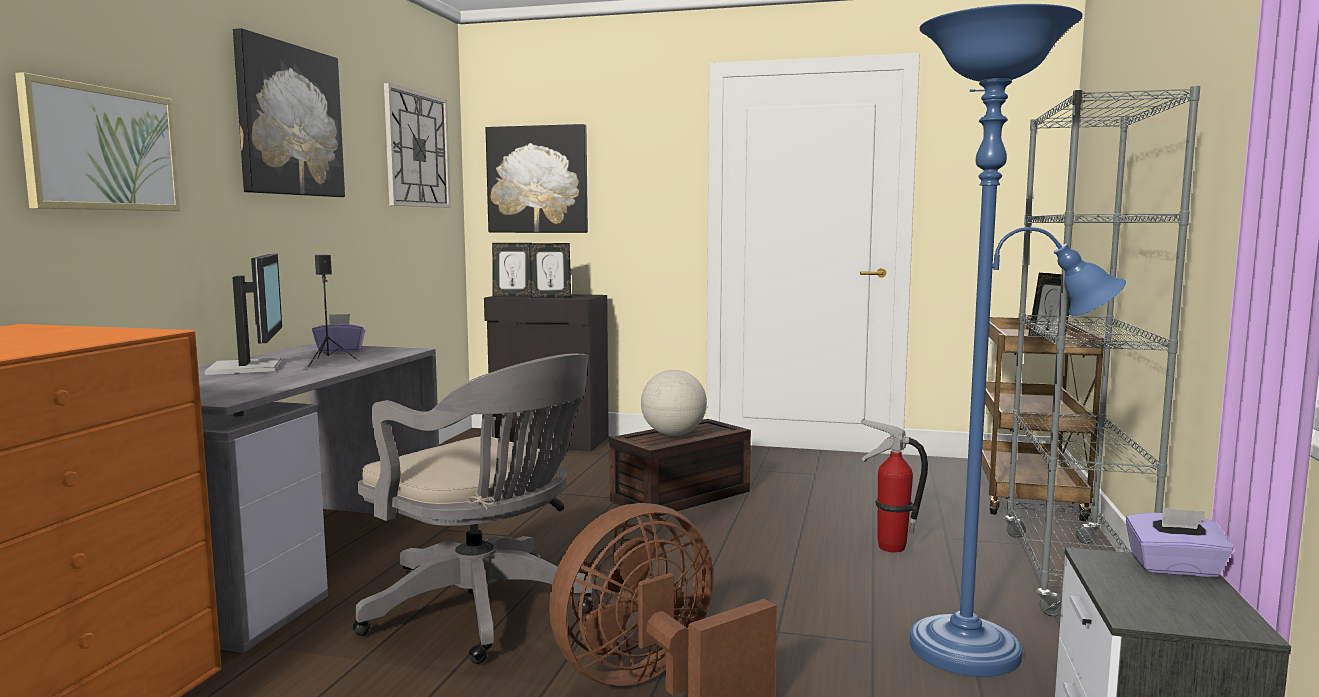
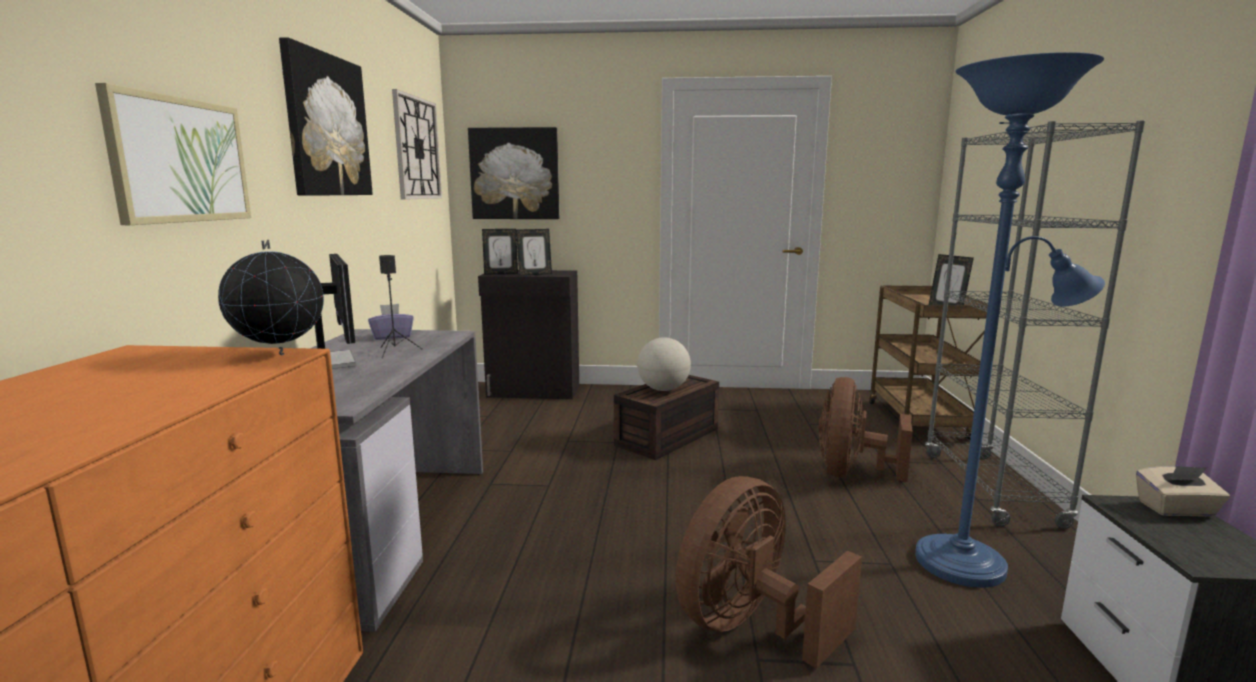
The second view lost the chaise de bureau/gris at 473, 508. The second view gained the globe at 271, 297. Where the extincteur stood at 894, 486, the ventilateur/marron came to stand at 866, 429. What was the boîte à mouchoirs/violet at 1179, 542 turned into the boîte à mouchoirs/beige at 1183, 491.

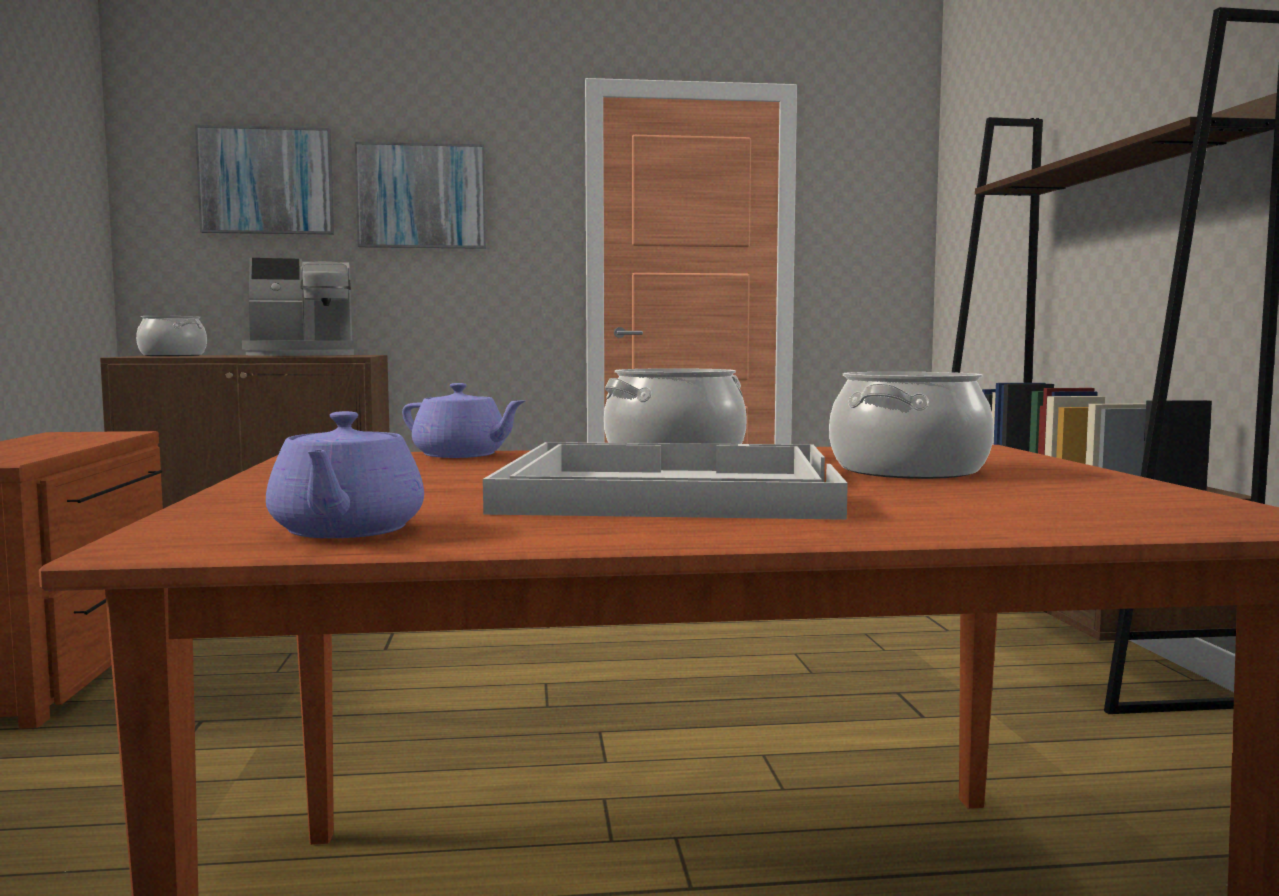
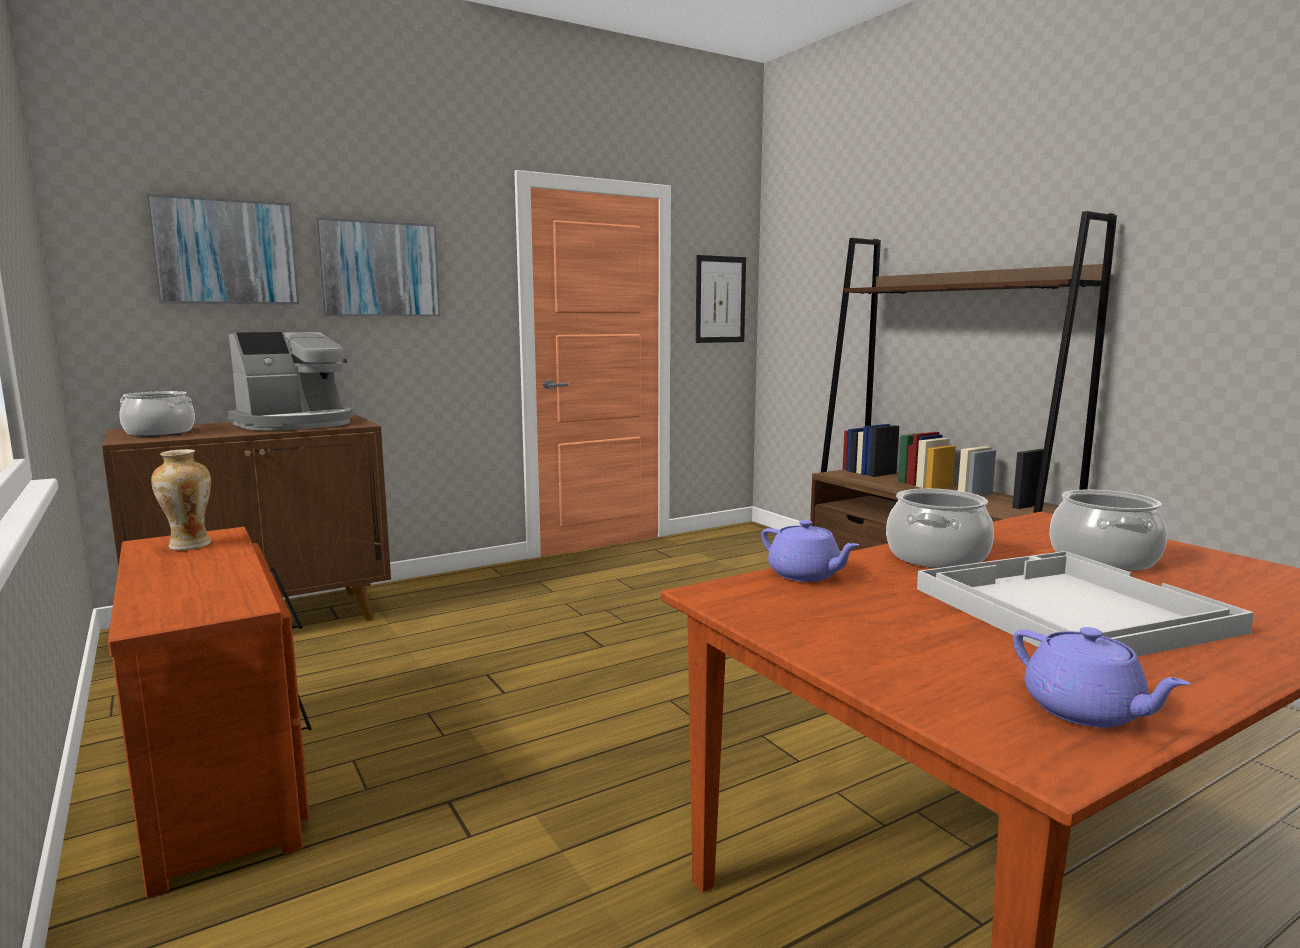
The second view gained the vase at 181, 499. The second view gained the tableau at 721, 299. The théière/violet at 463, 420 ended up facing another way, 45 degrees clockwise from before.

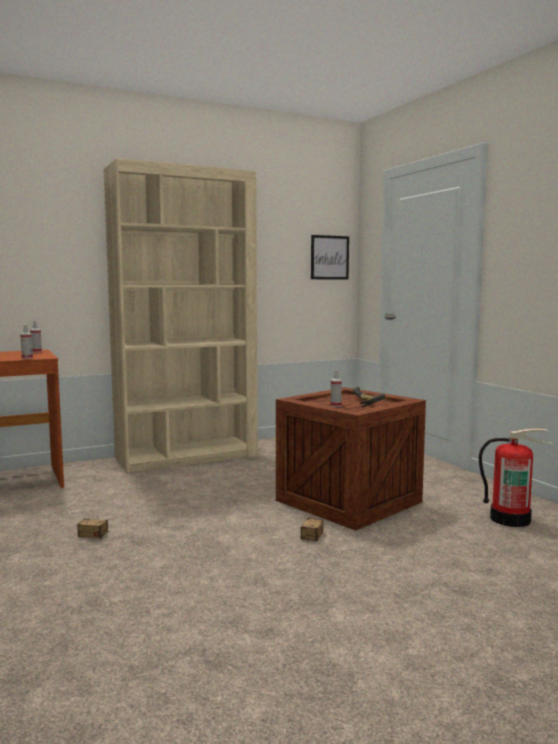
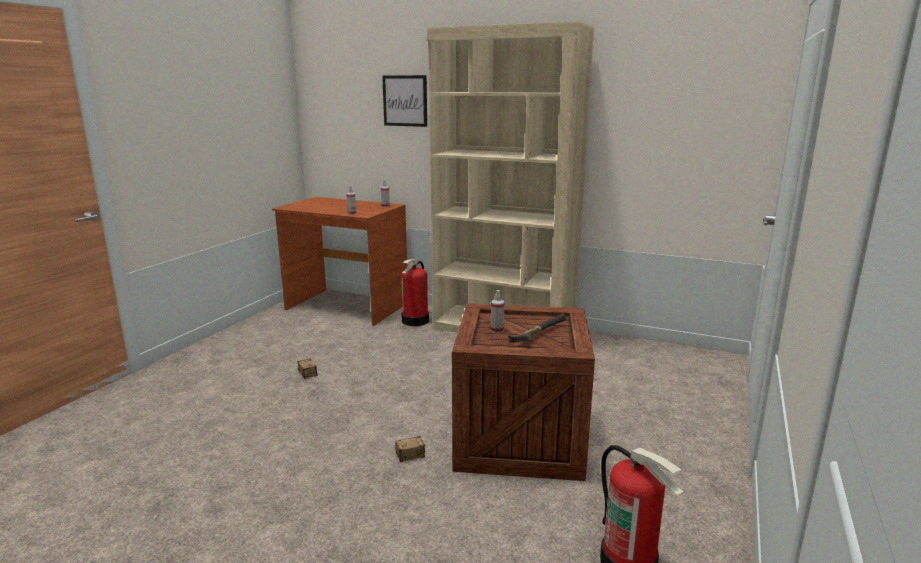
The second view gained the extincteur at 415, 292. The tableau ended up elsewhere, having gone from 330, 257 to 404, 101.

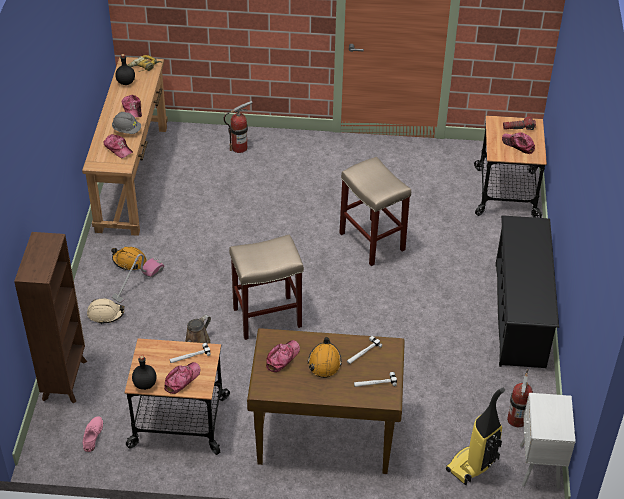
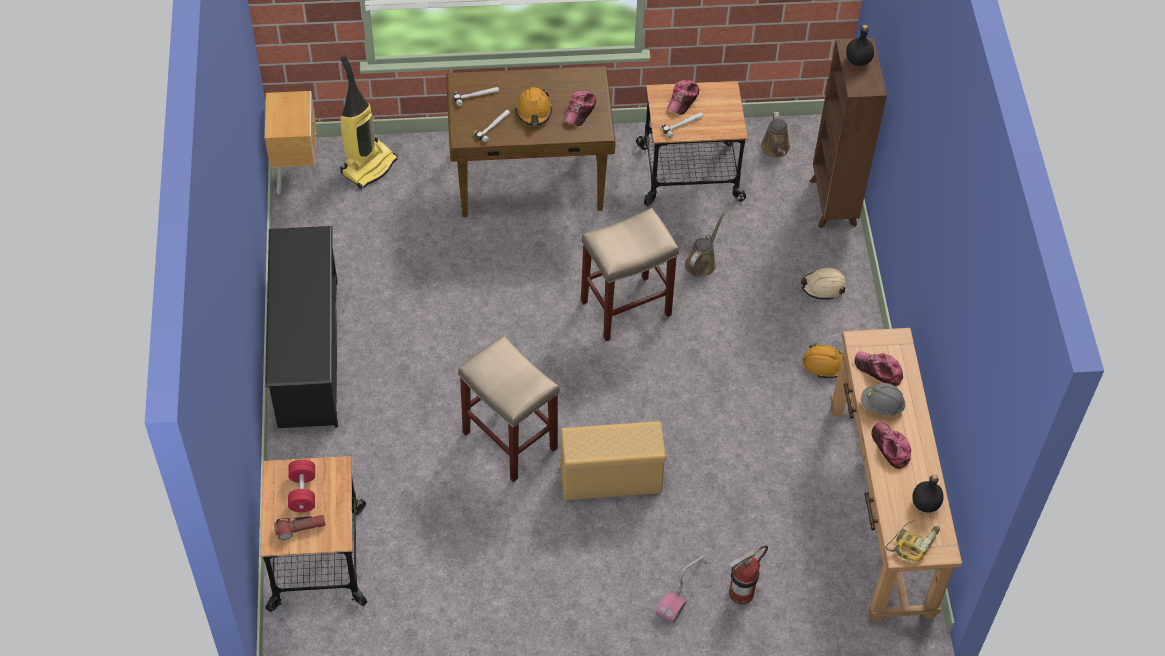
The second view lost the extincteur at 520, 398. The second view gained the boîte de rangement/beige at 613, 460. The aspirateur ended up elsewhere, having gone from 137, 278 to 685, 586. The bouteille/noir ended up elsewhere, having gone from 144, 372 to 860, 45. Where the chaussure/rose stood at 93, 434, the arrosoir/marron came to stand at 775, 135. Where the casquette stood at 518, 143, the haltère/rouge came to stand at 301, 485. What was the table de chevet/blanc at 548, 441 turned into the table de chevet/marron at 291, 143.

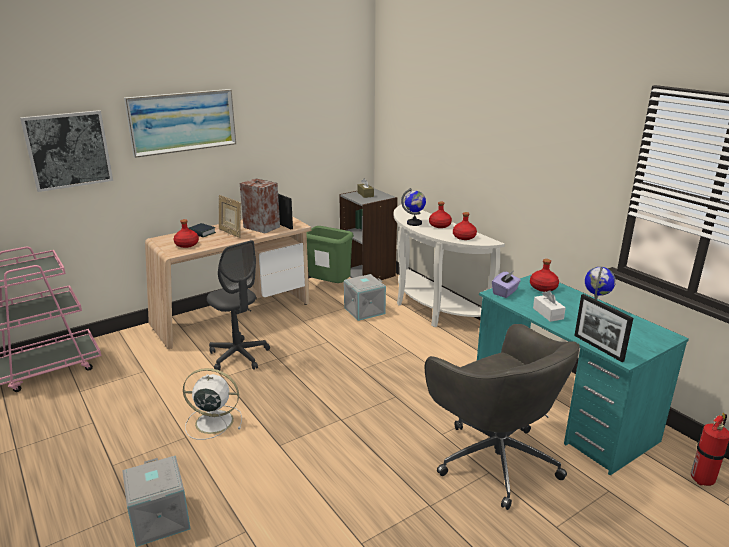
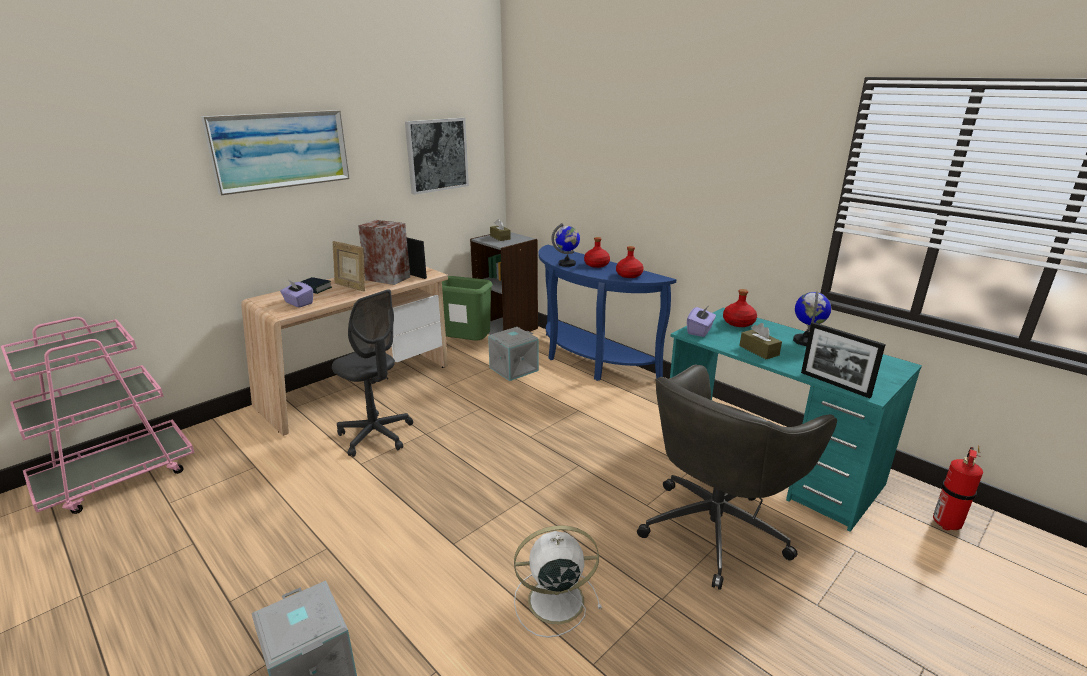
The tableau ended up elsewhere, having gone from 66, 151 to 437, 156. The ventilateur/blanc ended up elsewhere, having gone from 212, 404 to 558, 581. Where the bouteille/rouge stood at 186, 233, the boîte à mouchoirs/violet came to stand at 296, 294. What was the table console/blanc at 449, 265 turned into the table console/bleu at 607, 313. What was the boîte à mouchoirs/blanc at 549, 306 turned into the boîte à mouchoirs/marron at 760, 341. The chaise de bureau/gris at 502, 417 ended up facing another way, 90 degrees clockwise from before.

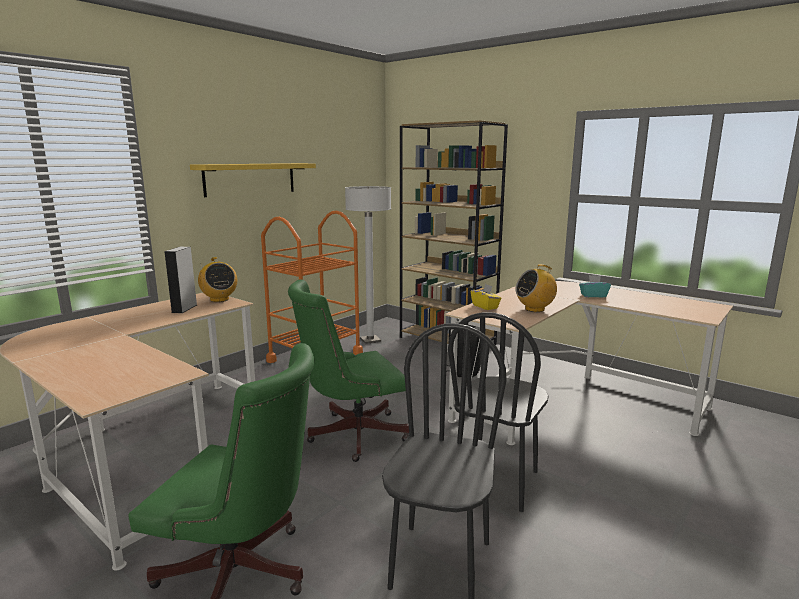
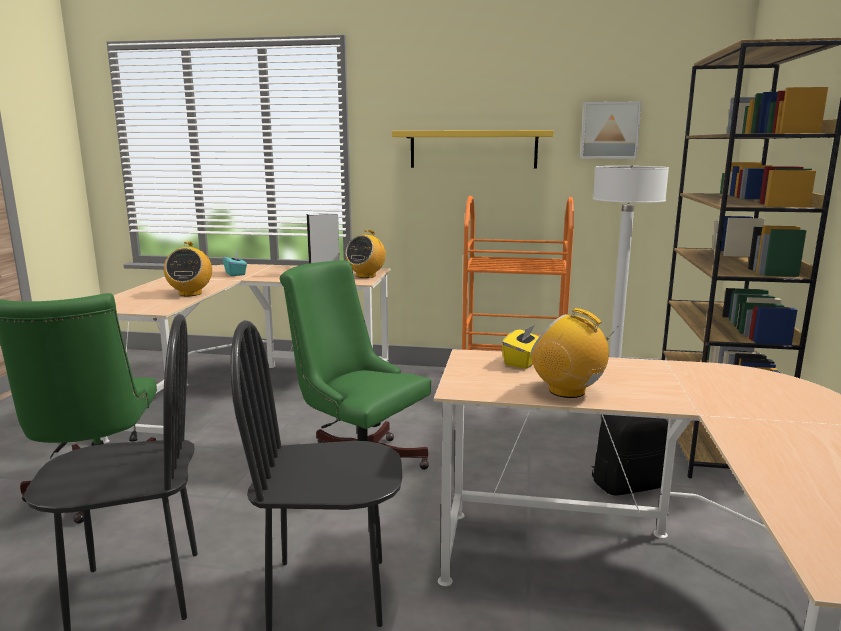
The second view gained the radio at 188, 268. The second view gained the tableau at 611, 130. The boîte à mouchoirs/turquoise ended up elsewhere, having gone from 595, 286 to 235, 263.

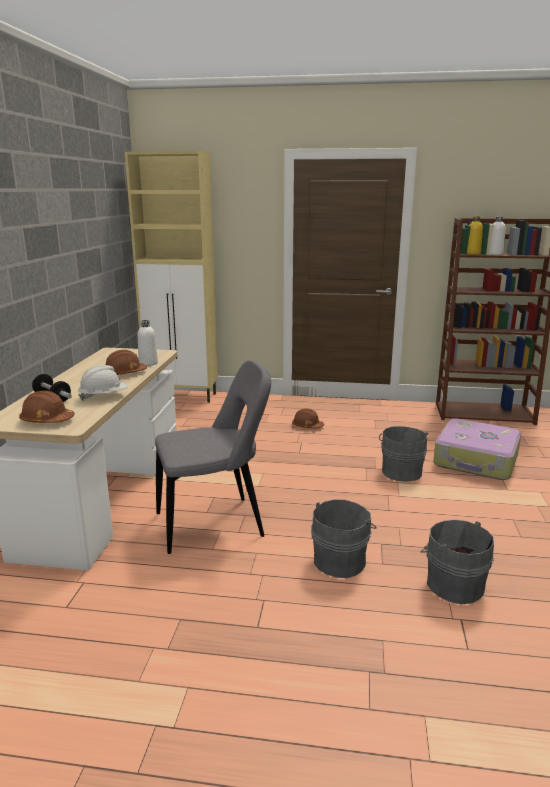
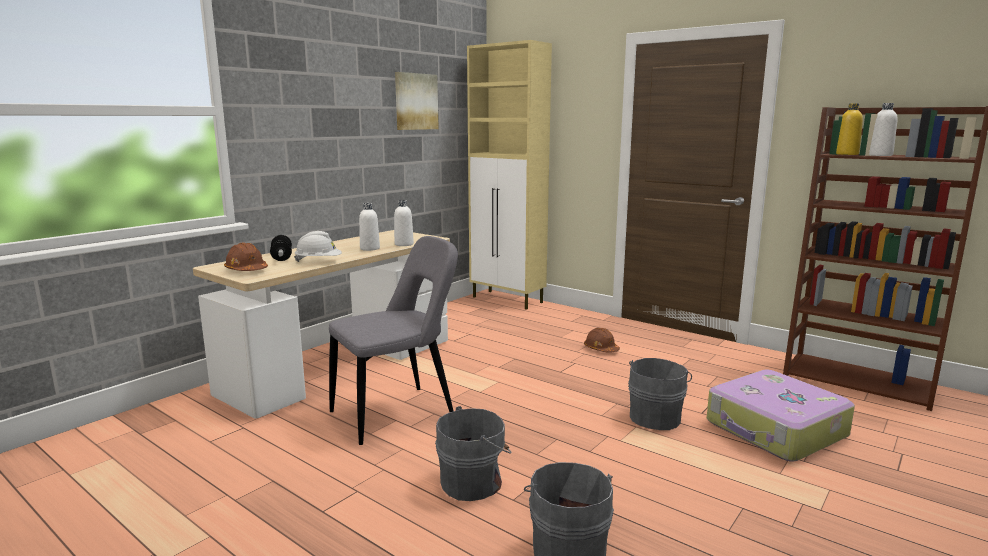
The second view gained the tableau at 417, 101. Where the casque de chantier/marron stood at 126, 362, the bouteille/blanc came to stand at 369, 227. The chaise/gris at 213, 457 ended up facing another way, 45 degrees counterclockwise from before.

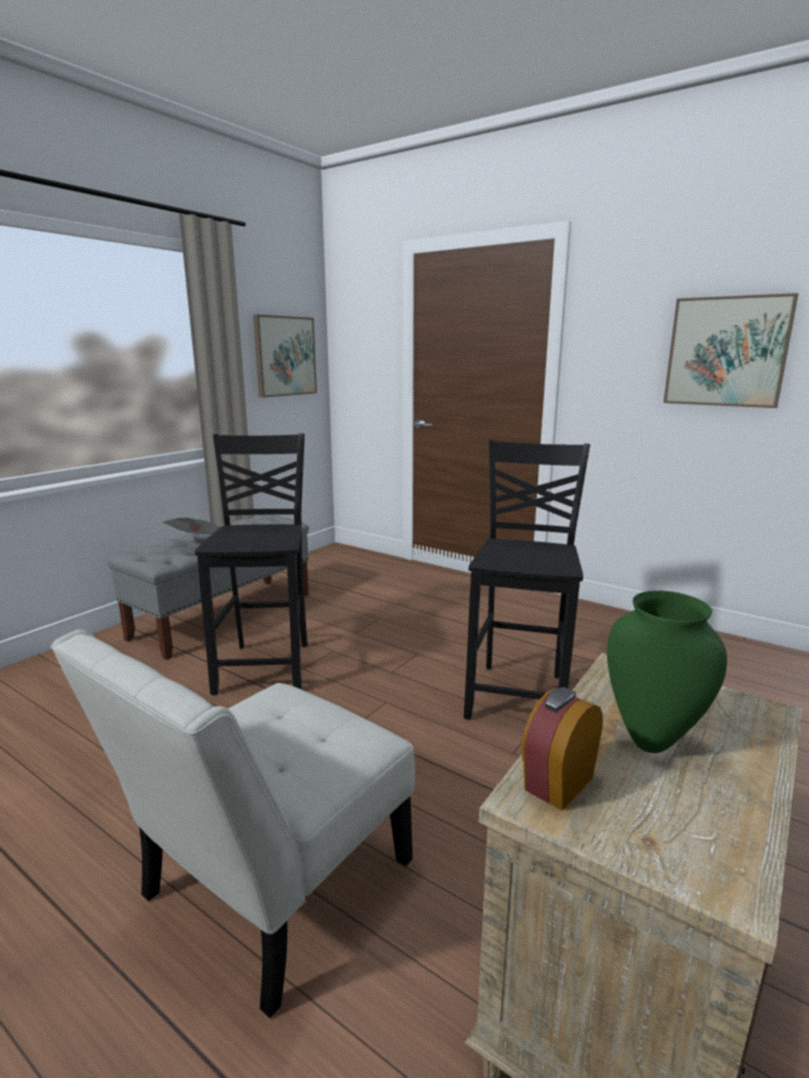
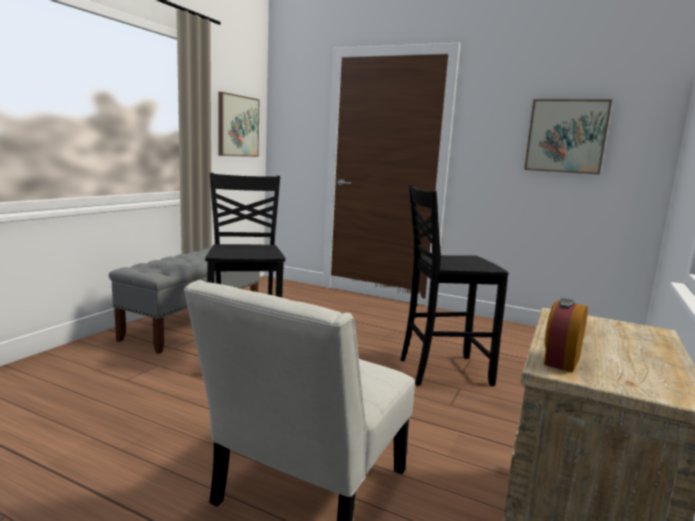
The second view lost the journal at 191, 526. The second view lost the vase/vert at 667, 672. The chaise/noir at 527, 580 ended up facing another way, 105 degrees counterclockwise from before.

